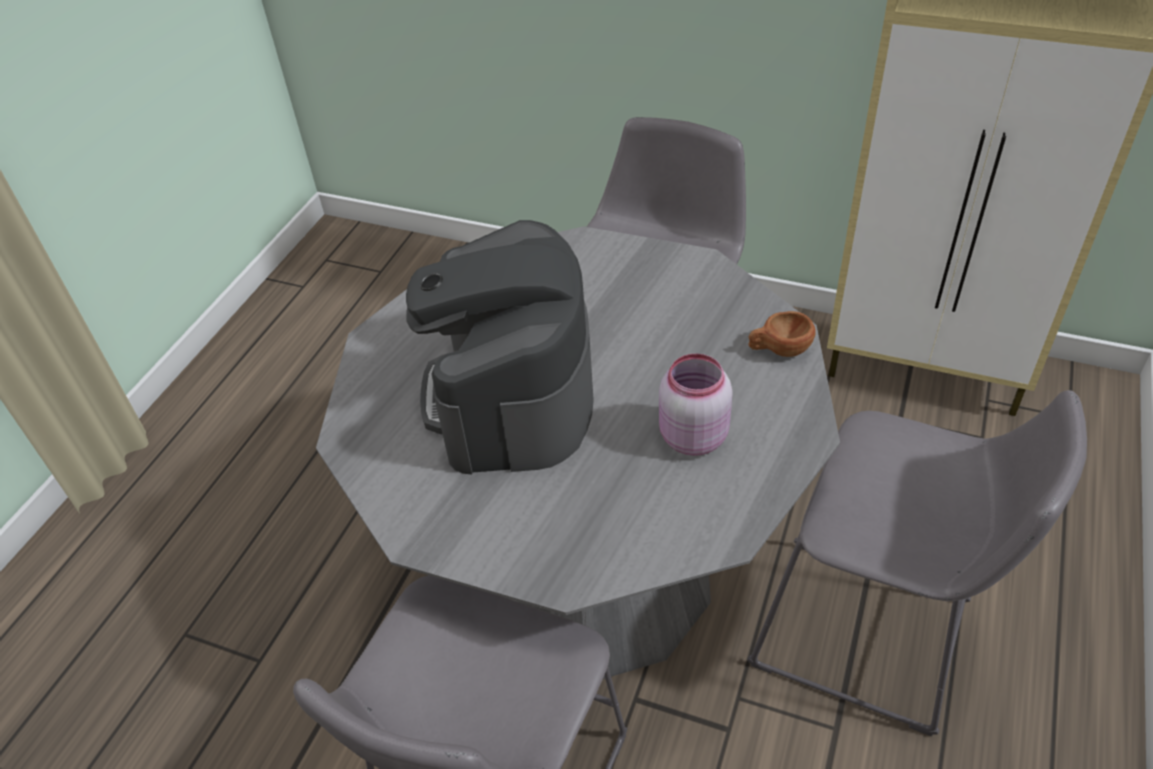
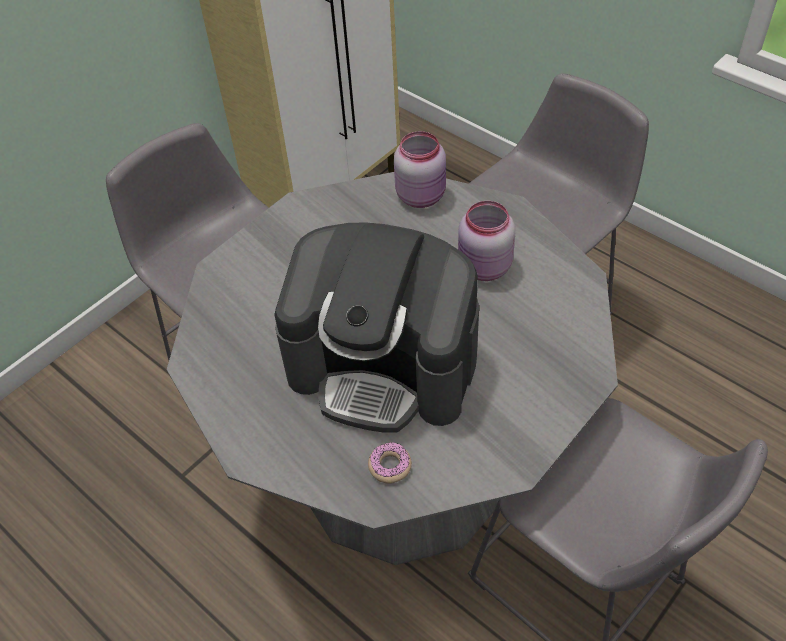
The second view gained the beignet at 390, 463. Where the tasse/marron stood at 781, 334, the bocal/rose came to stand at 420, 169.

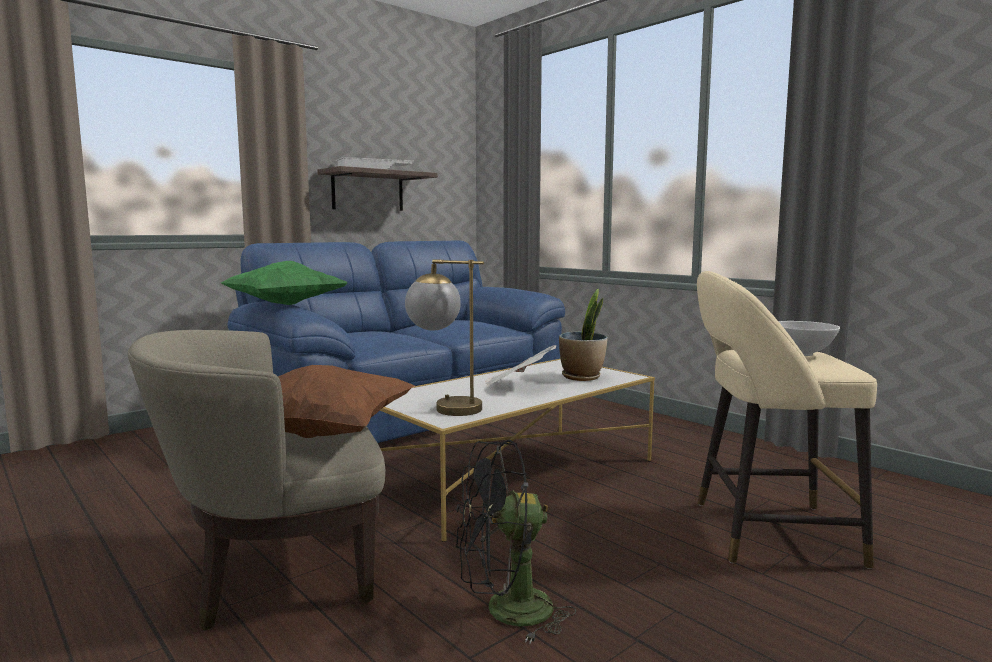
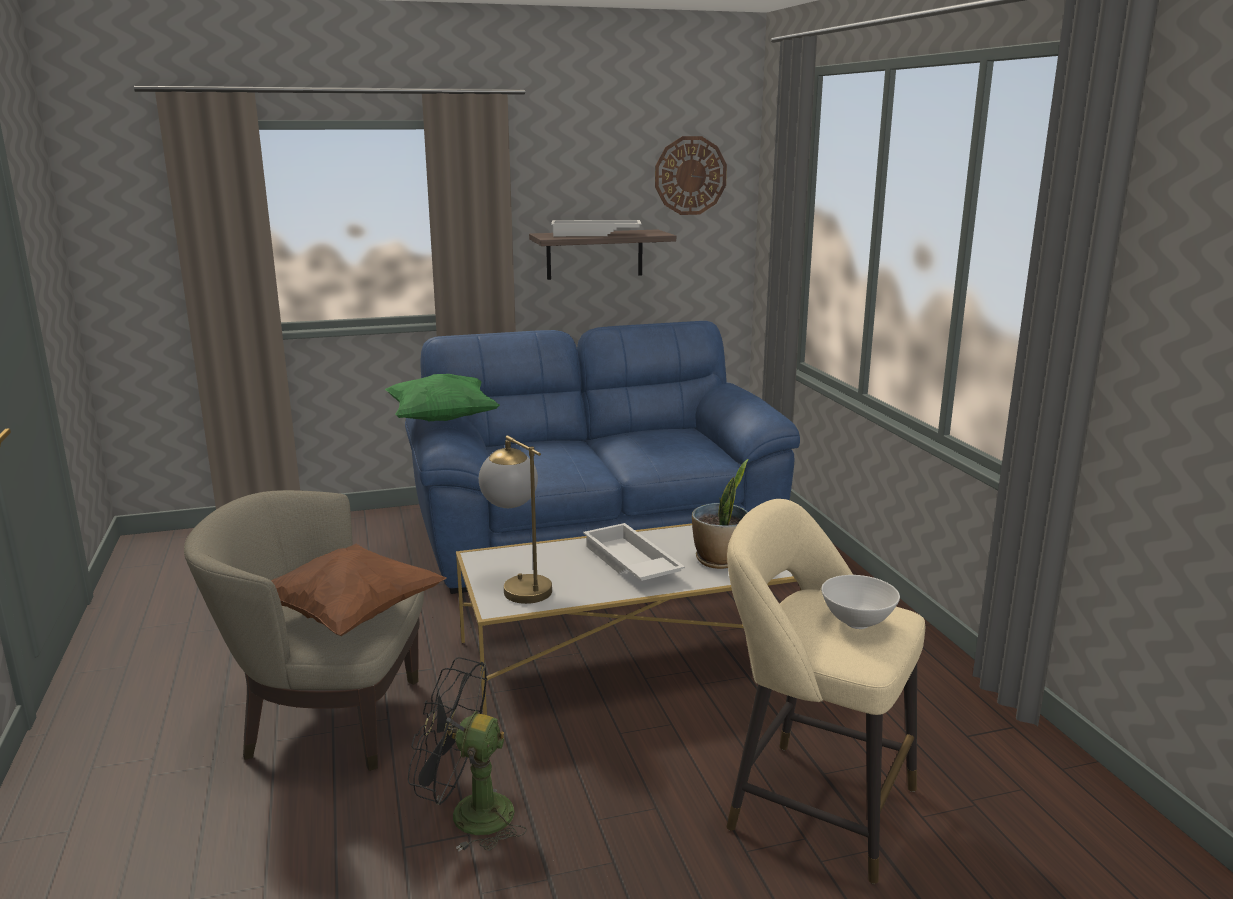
The second view gained the horloge murale at 691, 175. Where the journal stood at 520, 365, the plateau/blanc came to stand at 634, 552.

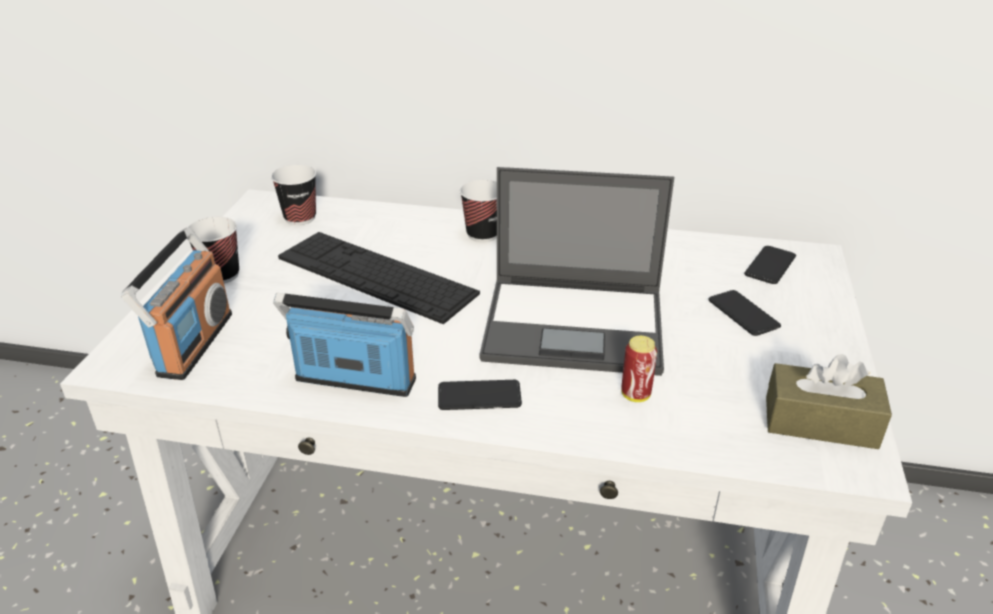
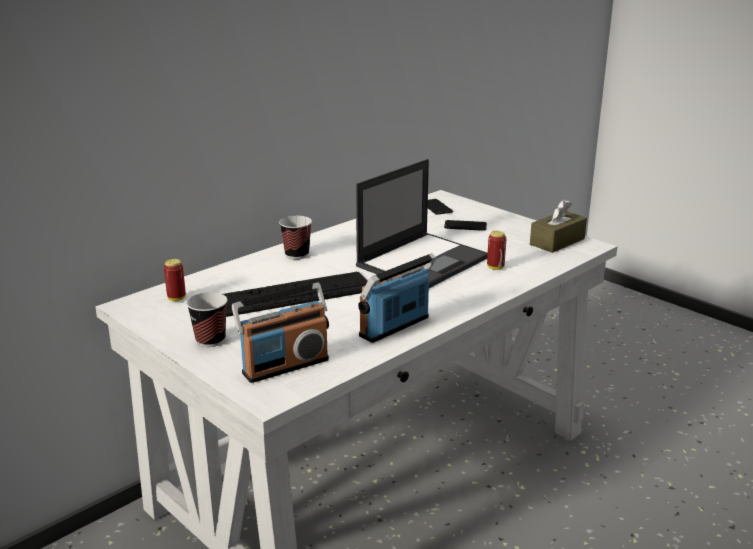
The second view lost the téléphone at 480, 395. Where the tasse stood at 293, 195, the boîte métallique came to stand at 175, 280. The radio at 176, 303 ended up facing another way, 105 degrees clockwise from before.

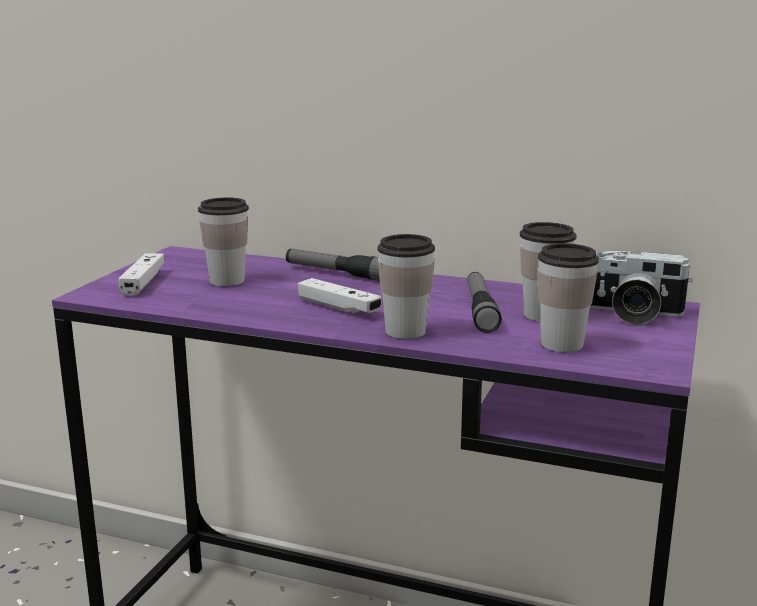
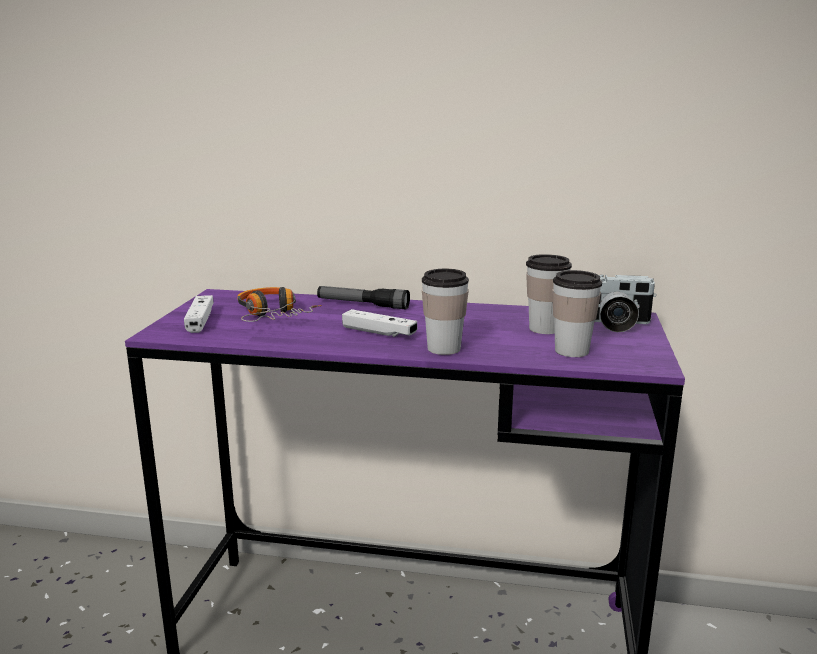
The second view lost the lampe de poche at 484, 302. Where the tasse stood at 223, 241, the casque audio came to stand at 279, 304.

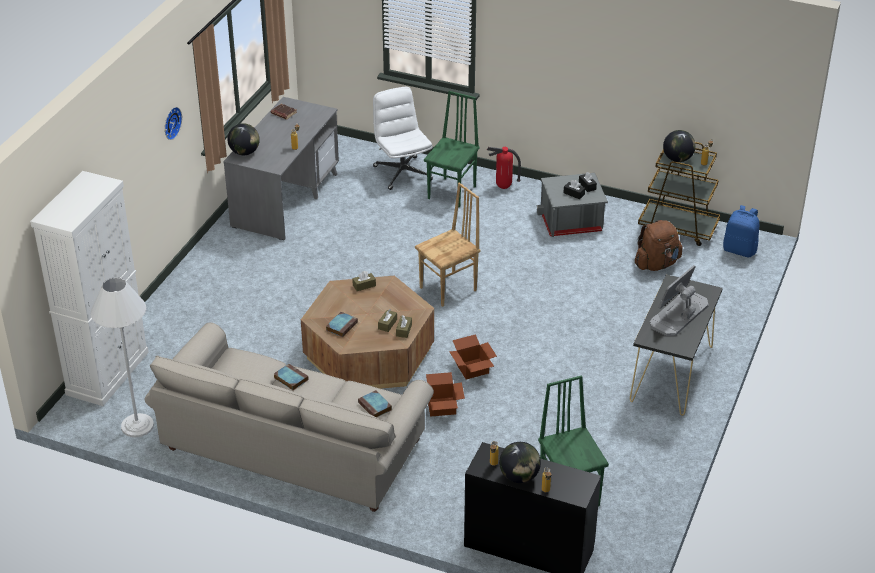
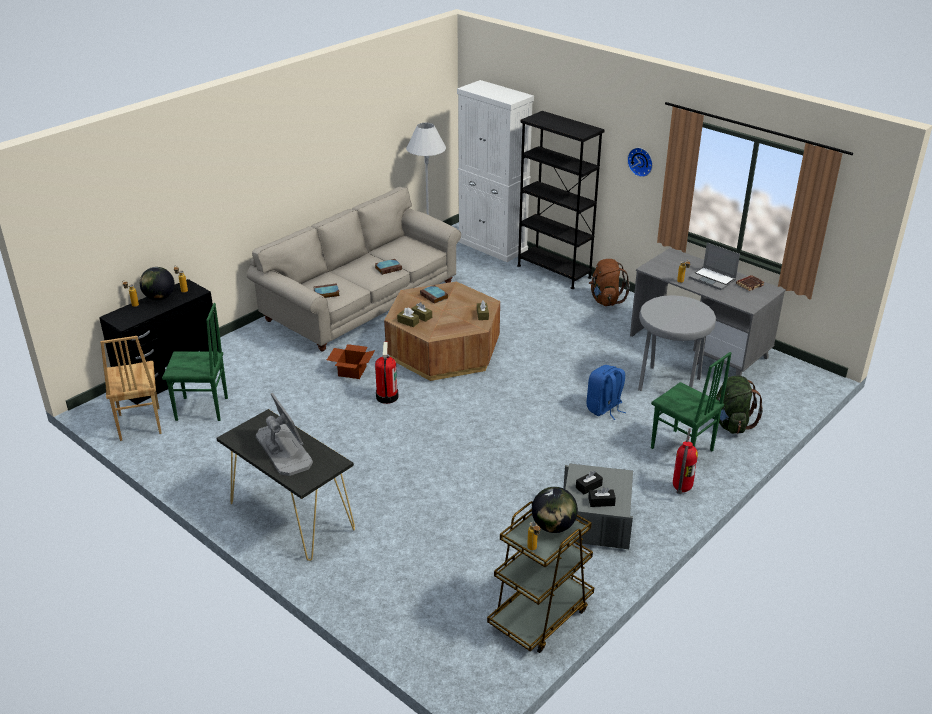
The second view lost the globe at 243, 139. The second view gained the bibliothèque/noir at 561, 200. The second view gained the tabouret/gris at 677, 343. The second view gained the ordinateur portable at 714, 266. The chaise/marron ended up elsewhere, having gone from 447, 245 to 131, 388. The sac à dos/marron ended up elsewhere, having gone from 658, 245 to 609, 282. The sac à dos/bleu ended up elsewhere, having gone from 741, 231 to 606, 392. Where the chaise de bureau/blanc stood at 403, 138, the sac à dos/vert came to stand at 739, 405. Where the carton stood at 473, 356, the extincteur came to stand at 386, 373.

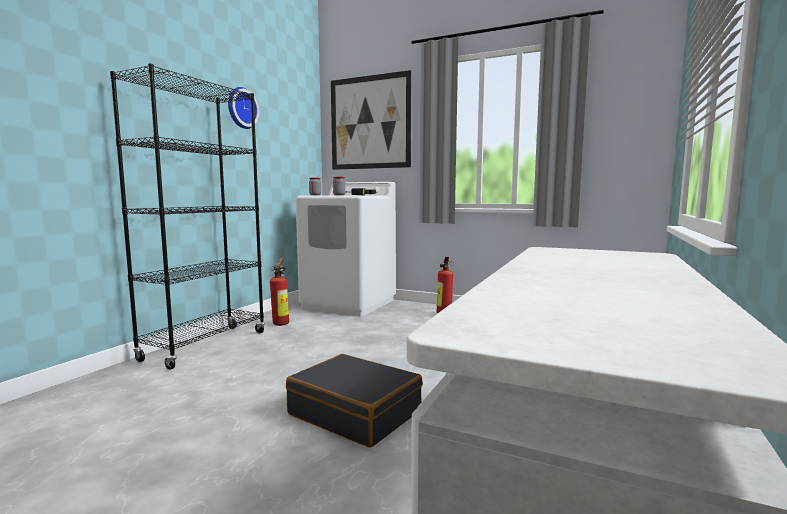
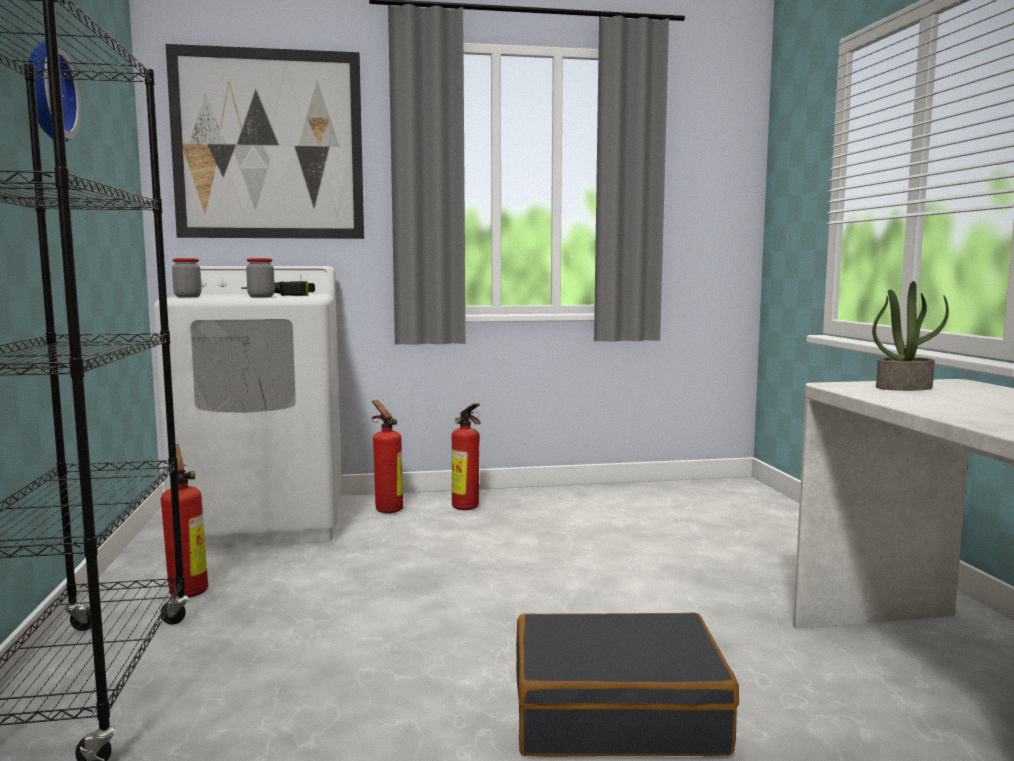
The second view gained the extincteur at 387, 456. The second view gained the plante en pot at 910, 336.

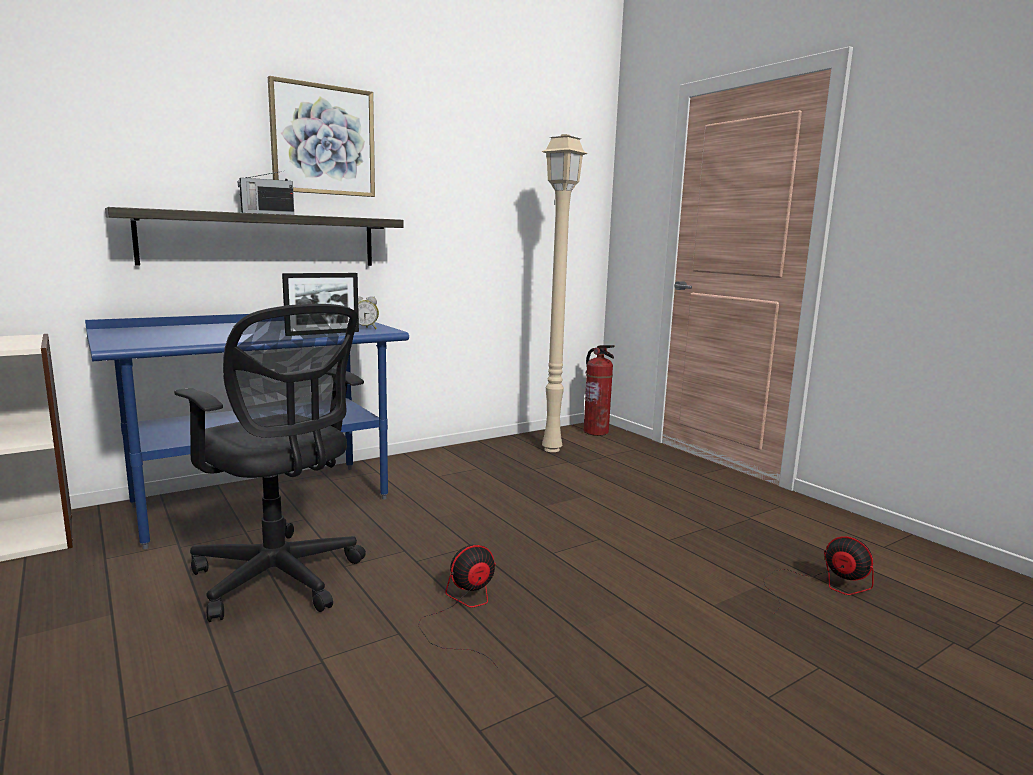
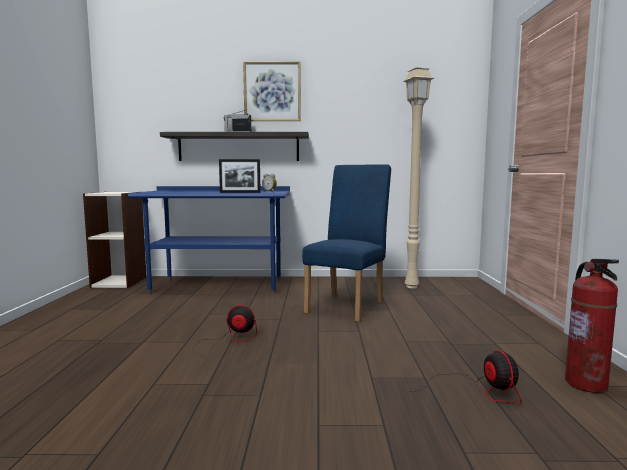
The second view lost the chaise de bureau/noir at 270, 463. The second view gained the chaise/bleu at 346, 243. The extincteur ended up elsewhere, having gone from 599, 390 to 592, 326.

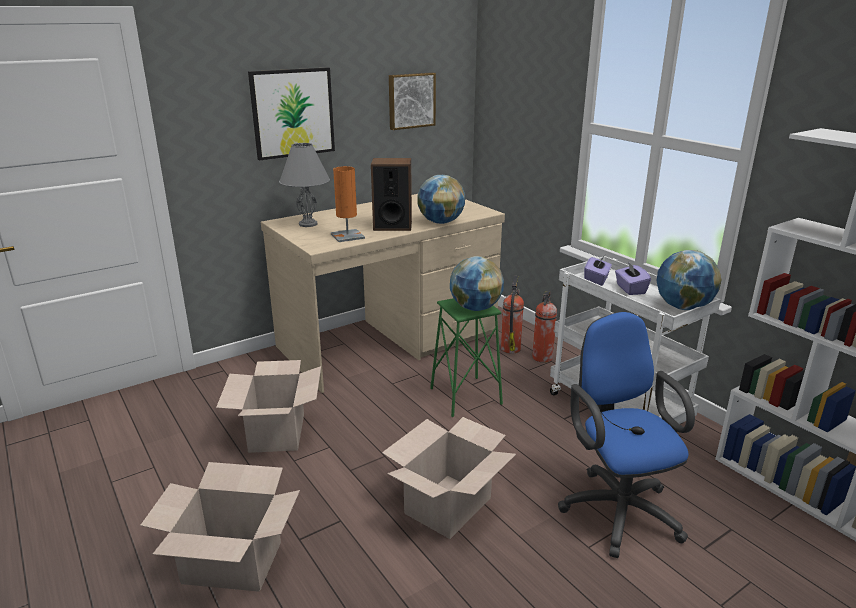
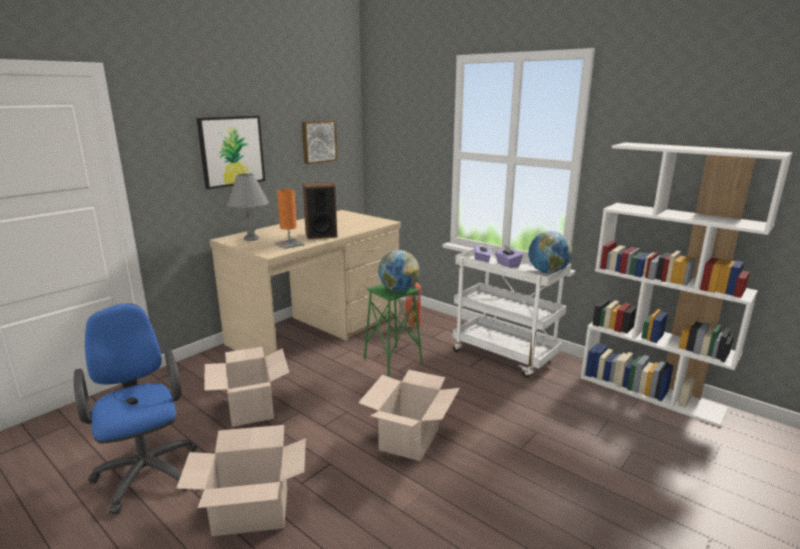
The second view lost the globe at 441, 199. The second view lost the extincteur at 544, 326. The chaise de bureau/bleu ended up elsewhere, having gone from 626, 435 to 135, 408.

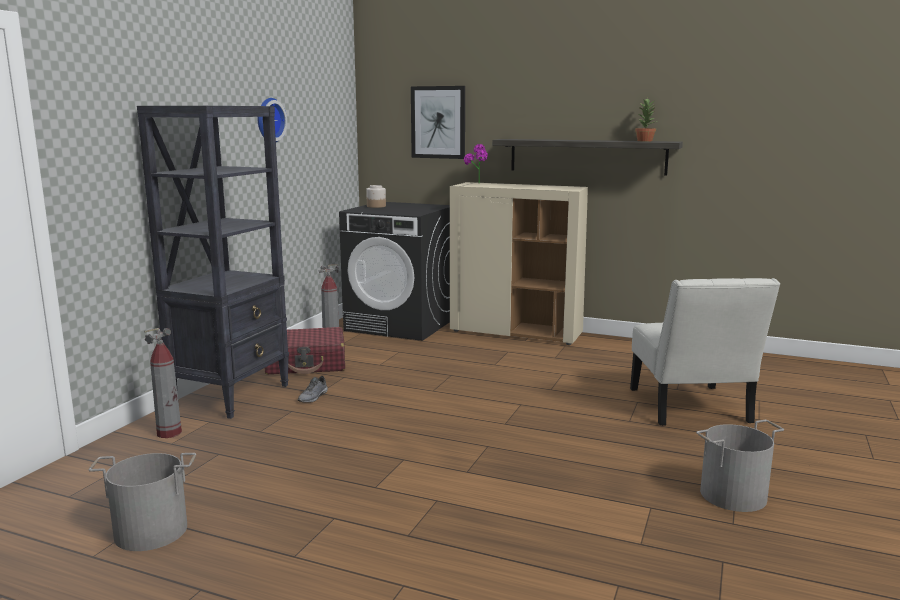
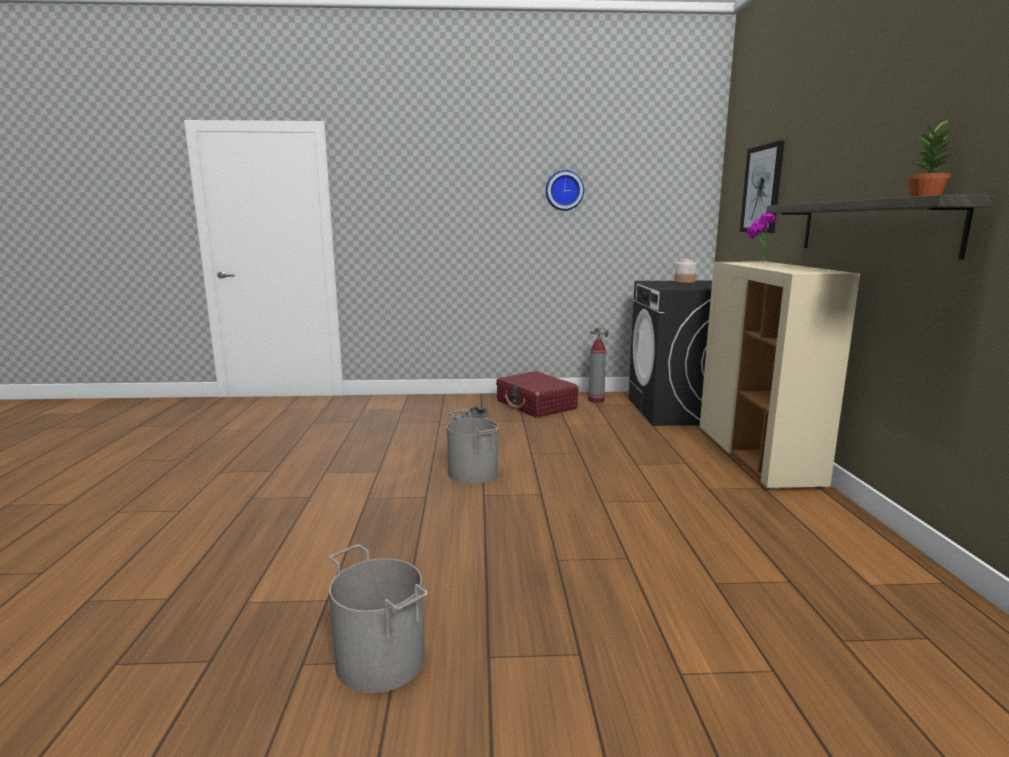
The second view lost the bibliothèque/noir at 213, 262. The second view lost the extincteur at 163, 383. The second view lost the chaise/blanc at 705, 352. The seau/gris ended up elsewhere, having gone from 142, 502 to 472, 447.

